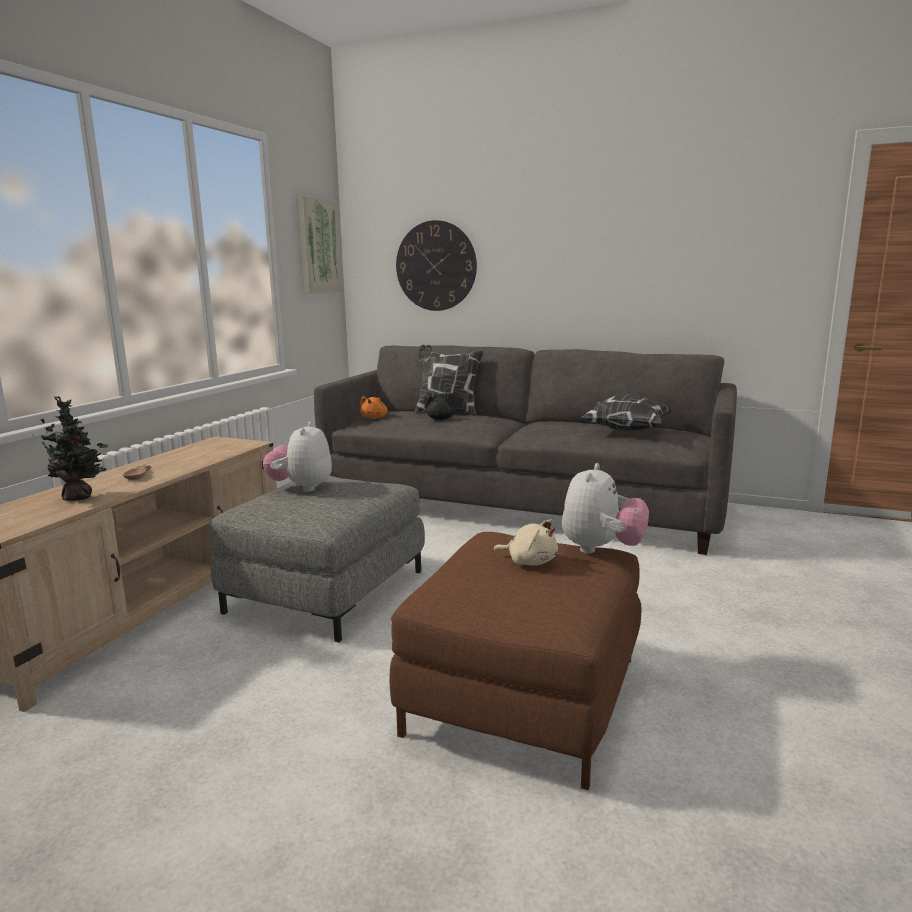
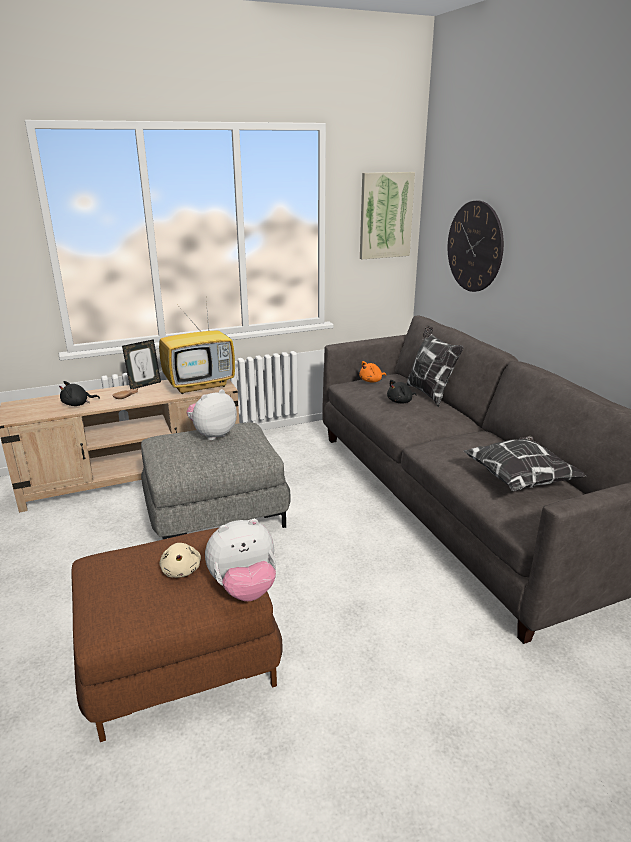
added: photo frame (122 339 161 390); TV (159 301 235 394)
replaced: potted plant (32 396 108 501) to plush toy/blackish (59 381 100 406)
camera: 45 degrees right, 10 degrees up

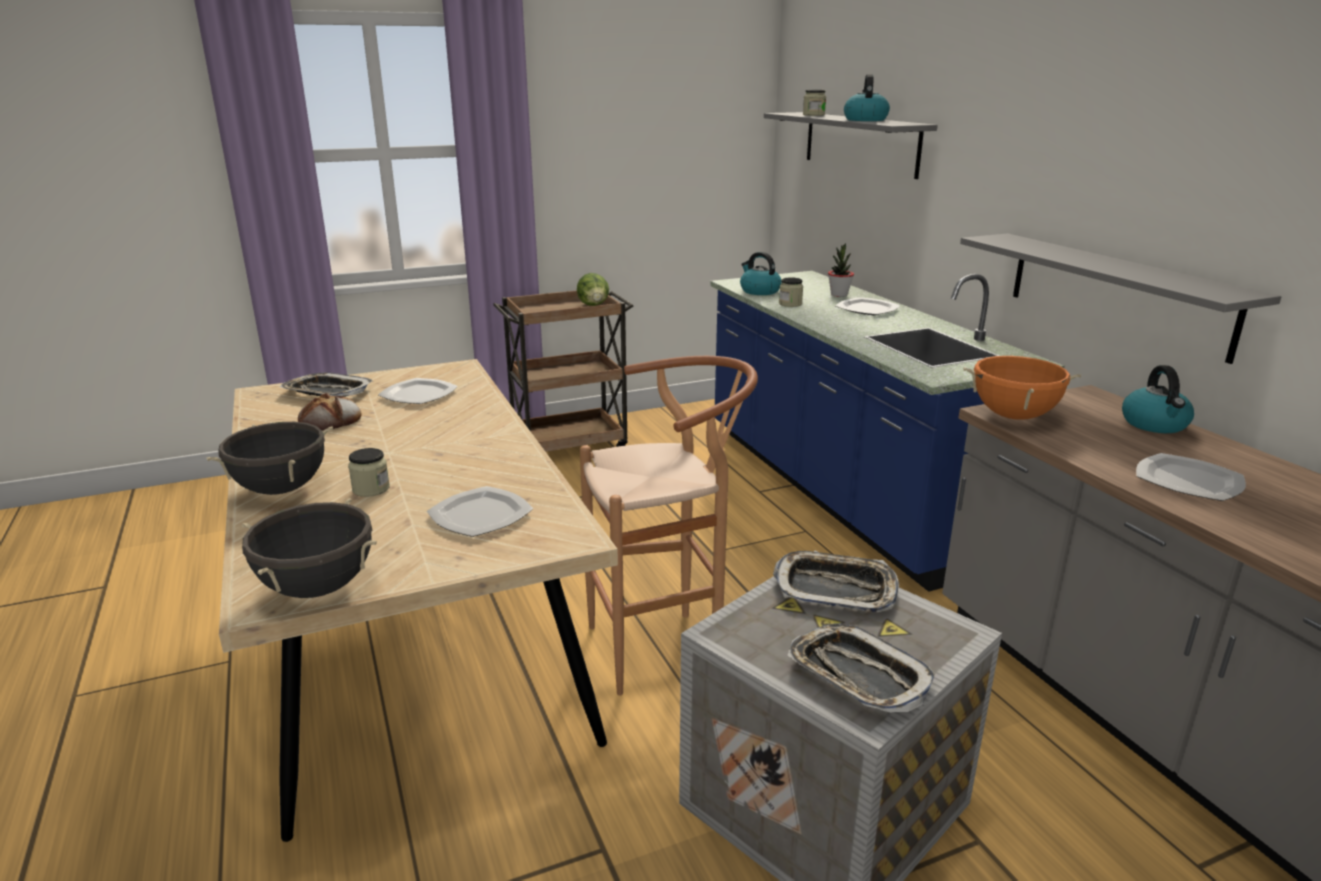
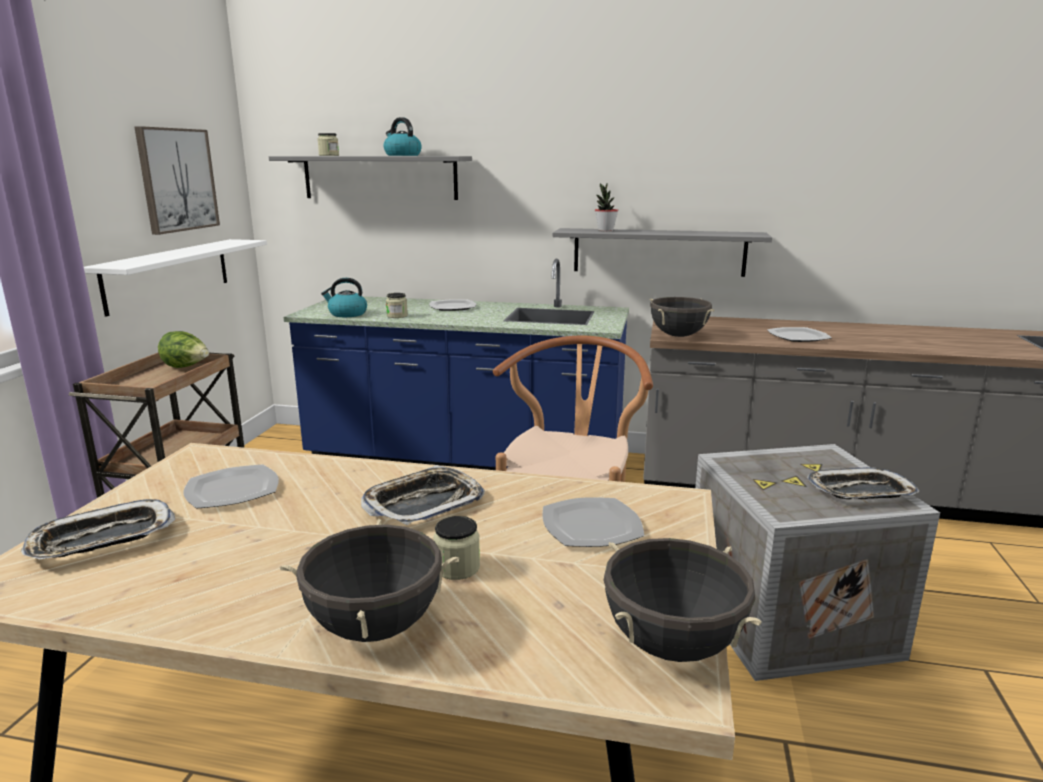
removed: baked bread (298 393 362 431); water kettle (1122 365 1194 433)
added: bracket shelf/white (84 239 267 317); wall picture (134 126 220 235)
moved: serving tray (773 551 899 612) to (361 465 485 525); potted plant (828 243 854 297) to (595 183 618 231)
recoloured: cooking pot/orange (963 354 1081 420) to cooking pot/blackish (650 297 714 337)
camera: 55 degrees left, 5 degrees down

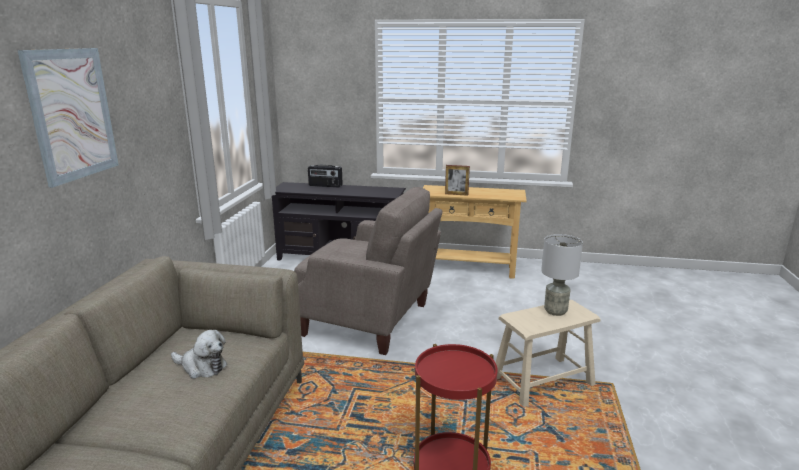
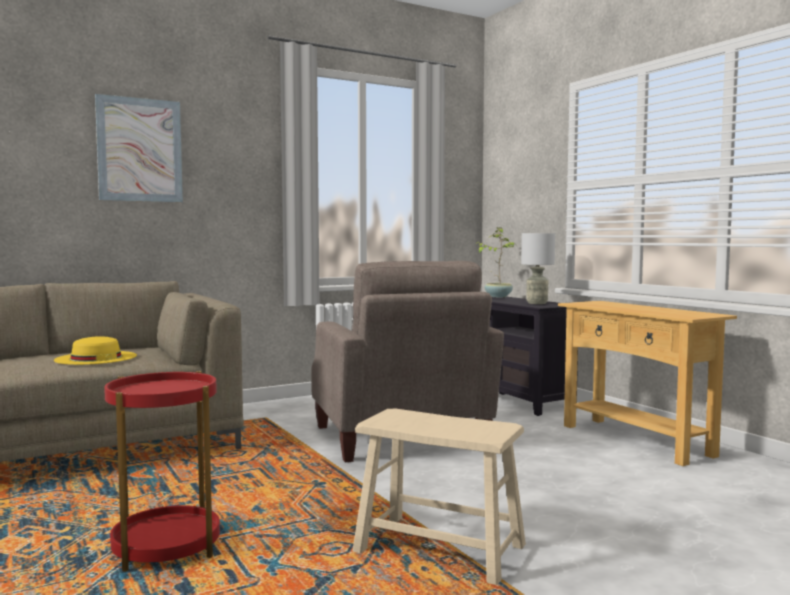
removed: photo frame (445 165 470 196)
moved: lamp for a table/greyish (541 234 583 316) to (521 233 555 304)
replaced: plush toy (171 330 227 379) to wearable hat/yellow (54 336 137 365); radio set (308 165 343 188) to potted plant (475 227 516 297)
camera: 50 degrees right, 15 degrees down

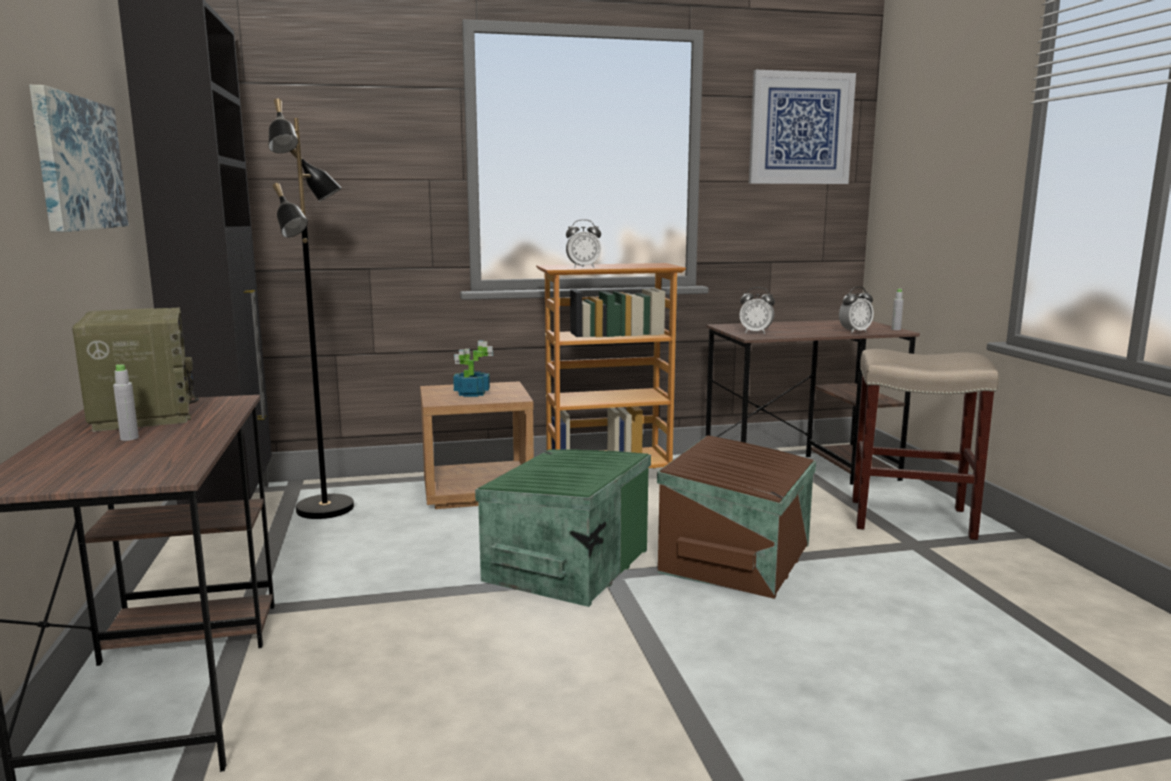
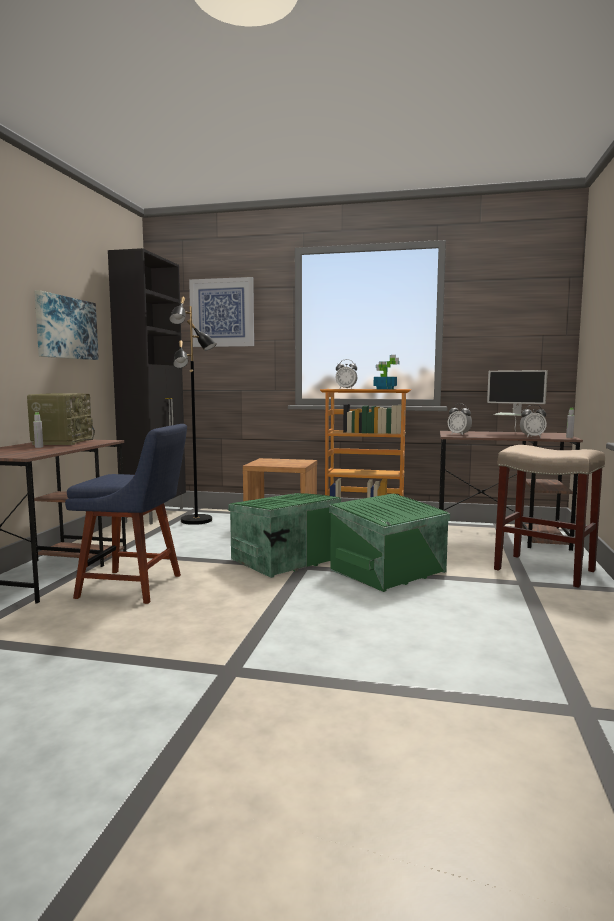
added: plain chair/blue (65 424 187 604); computer screen (487 370 548 431)
moved: potted plant (453 341 493 397) to (374 355 400 389); wall picture (749 70 856 184) to (189 277 254 347)
recoloured: storage bin/brown (657 435 816 599) to storage bin/green-coloured (329 493 450 592)
camera: 25 degrees right, 5 degrees down

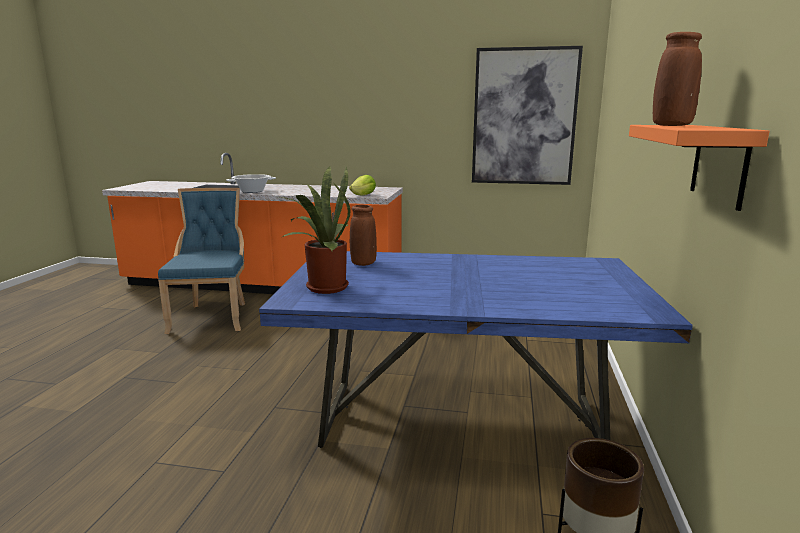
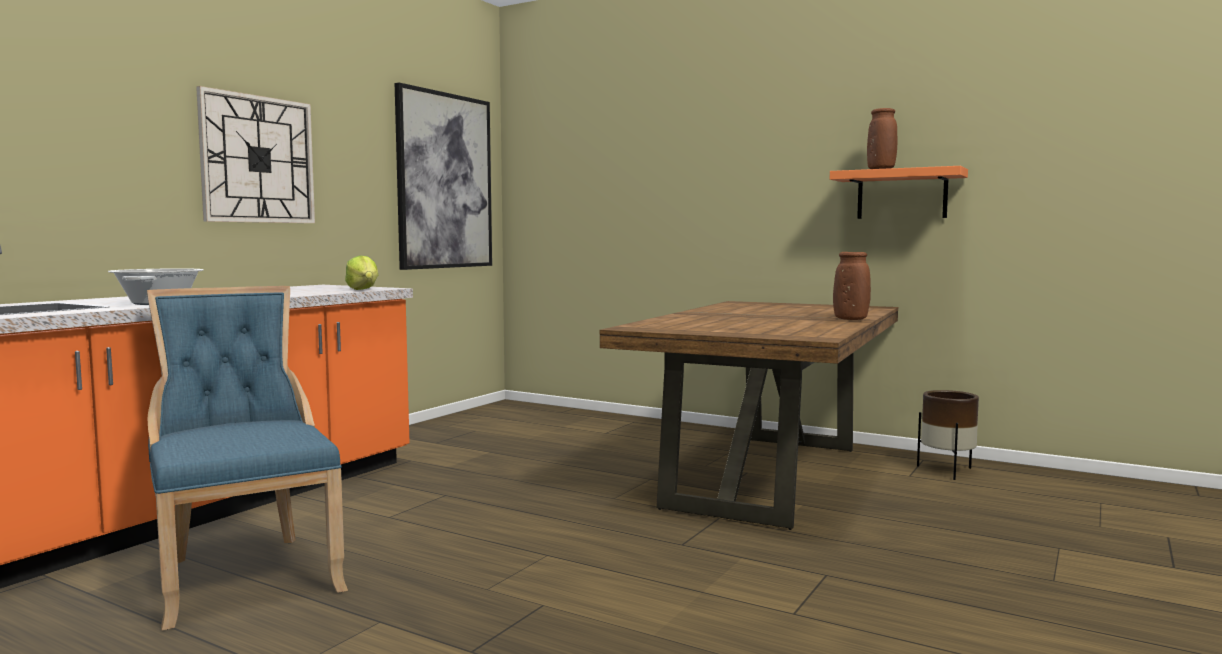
removed: potted plant (280 167 351 294)
added: wall clock (196 86 315 223)
moved: vase/brown (350 205 377 266) to (833 252 871 320)
recoloured: kitchen table/blue (259 251 693 448) to kitchen table/brown (599 301 898 530)
turned: plain chair/blue (158 188 245 334) = (147 286 348 630) 45 degrees clockwise
camera: 70 degrees left, 10 degrees down

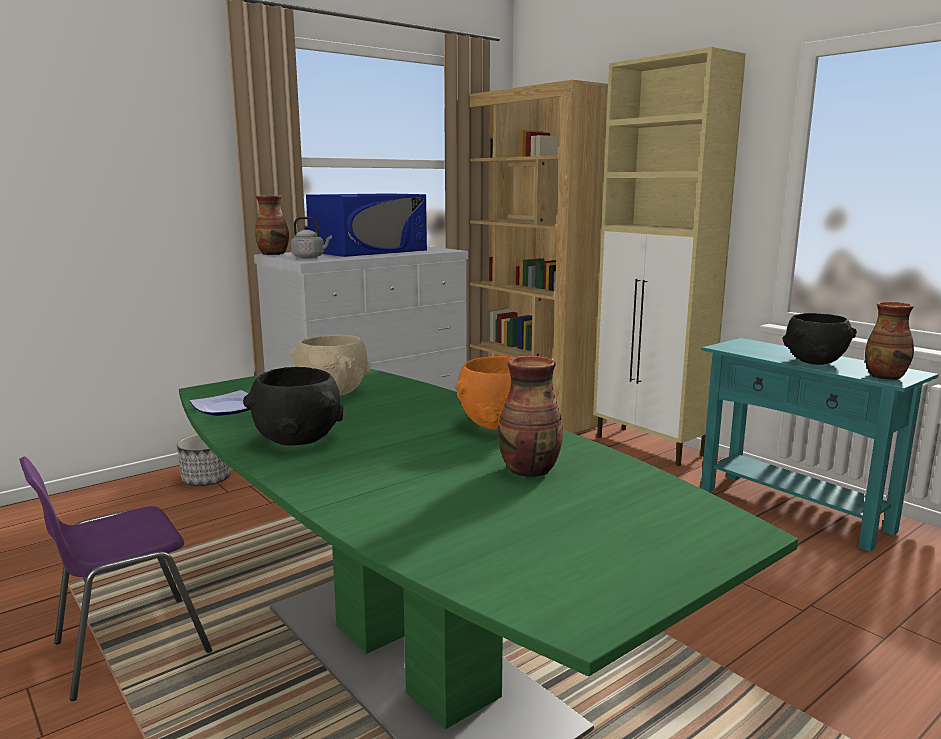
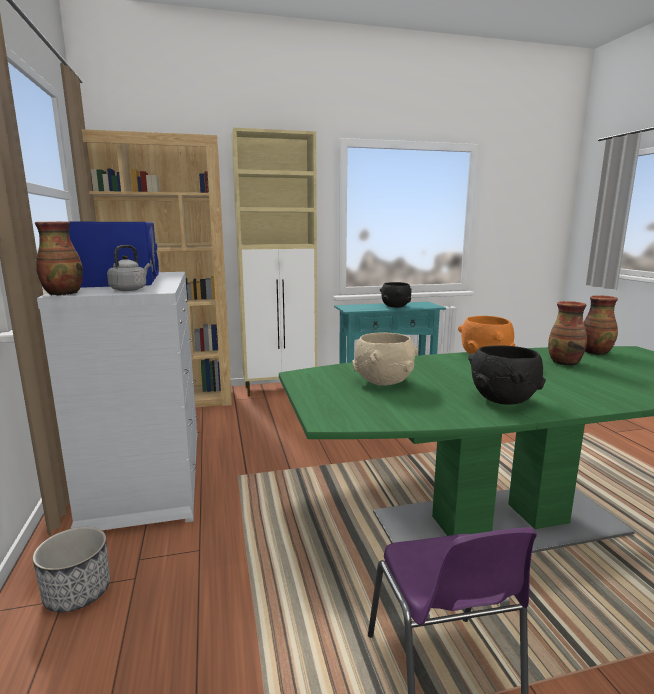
removed: flat dish (190 390 251 416)
moved: vase (865 302 914 380) to (584 295 618 355)
camera: 65 degrees left, 0 degrees up

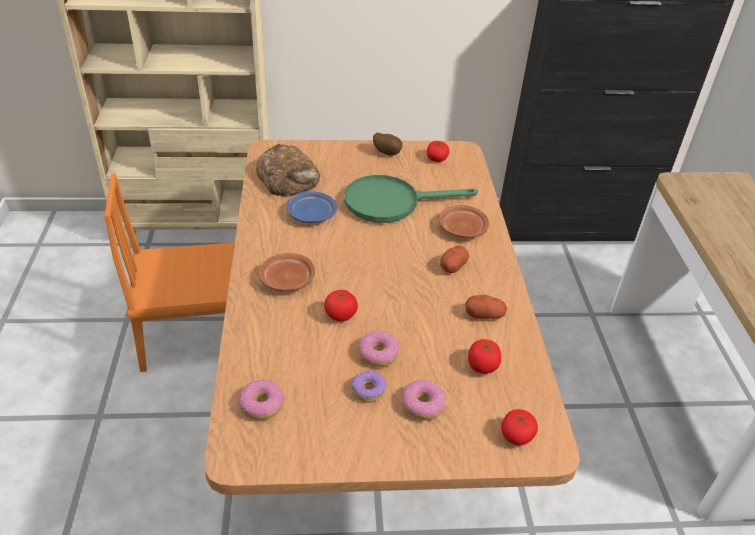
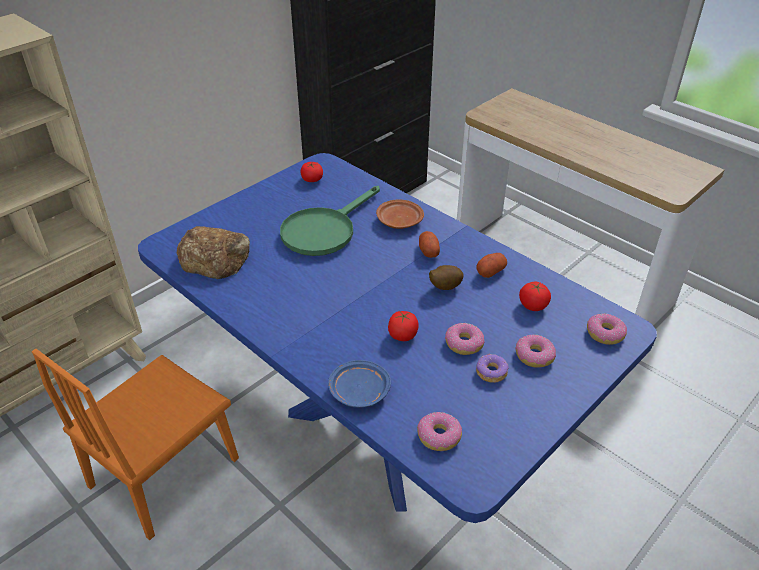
removed: flat dish/brown (259 253 315 291)
moved: flat dish/blue (287 191 337 223) to (328 360 391 408); whole potato (373 133 402 156) to (429 265 463 290)
replaced: tomato (501 409 538 445) to donut (587 313 627 345)
recoloured: kitchen table/brown (204 140 580 495) to kitchen table/blue (138 153 657 523)
camera: 40 degrees left, 0 degrees up

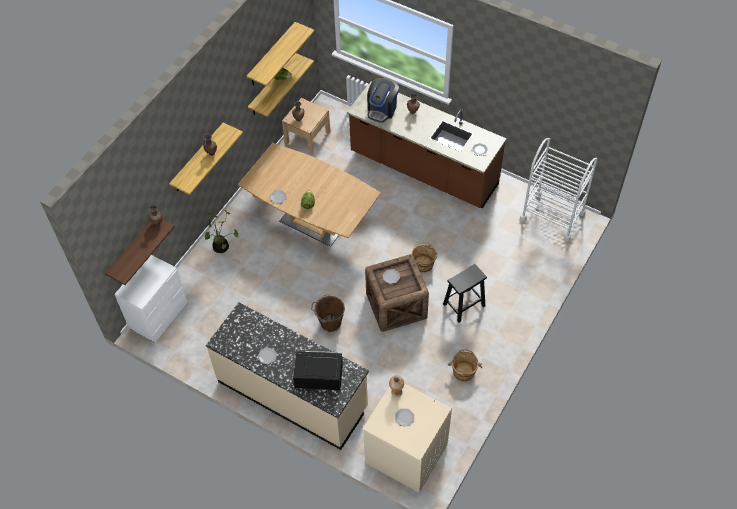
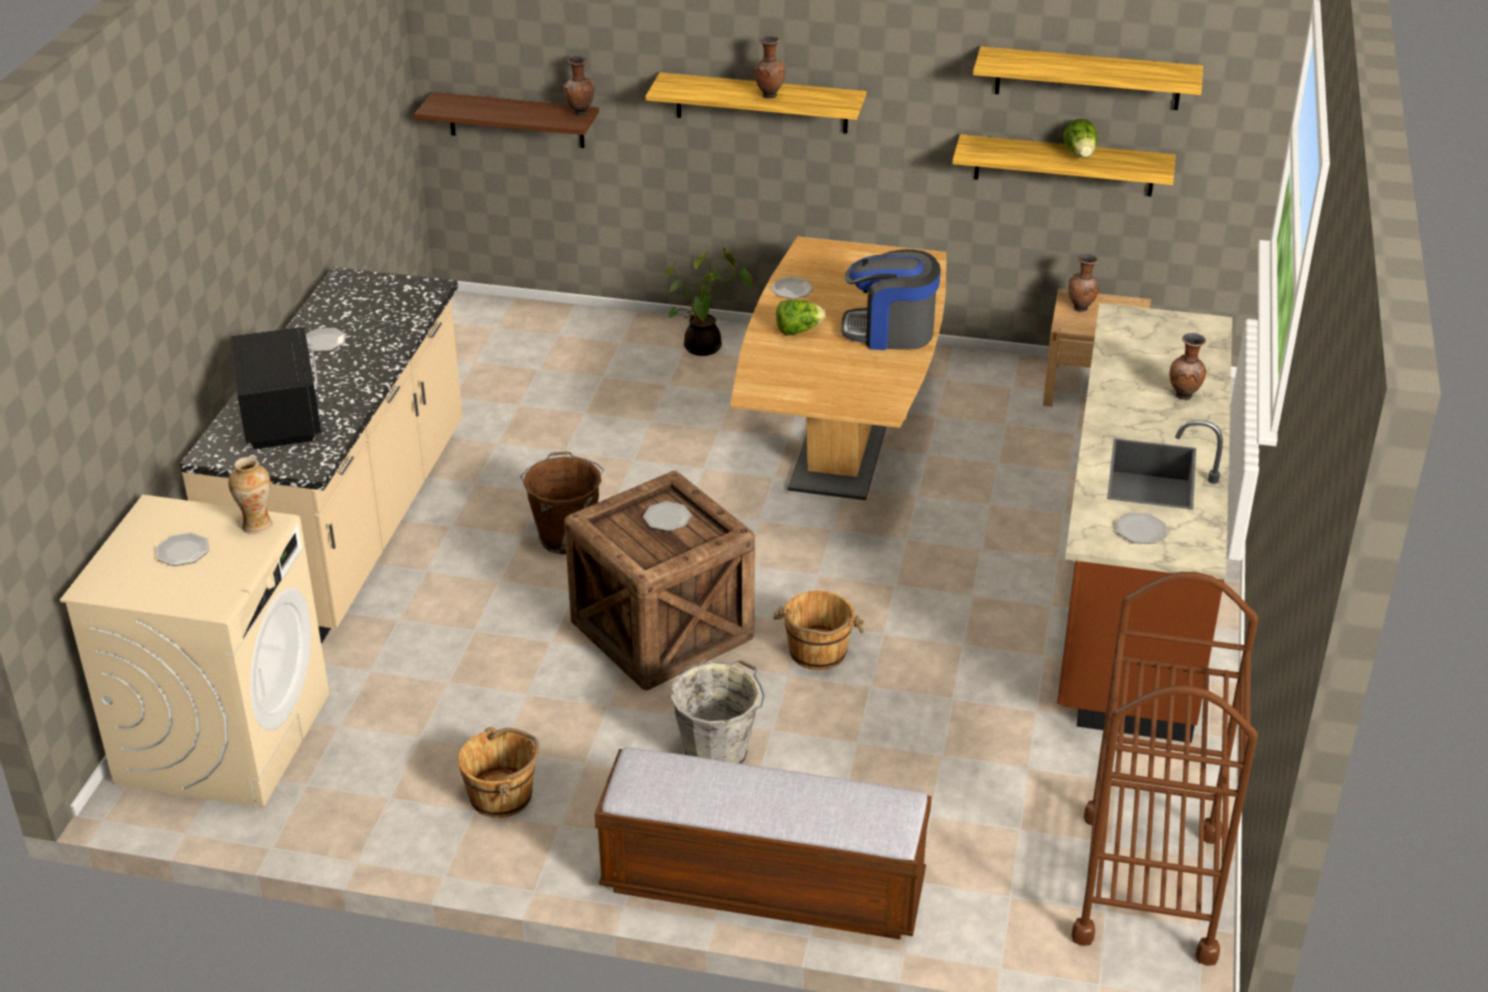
removed: dresser/white (114 255 187 342)
added: indoor bench (595 747 931 940)
moved: coffee machine (367 78 399 123) to (841 249 941 350)
replaced: stool/blackish (443 264 487 322) to water bucket/greyish (671 660 765 764)
recoloured: wheeled cart/white (520 138 598 241) to wheeled cart/brown (1071 572 1258 966)
camera: 70 degrees right, 20 degrees down

